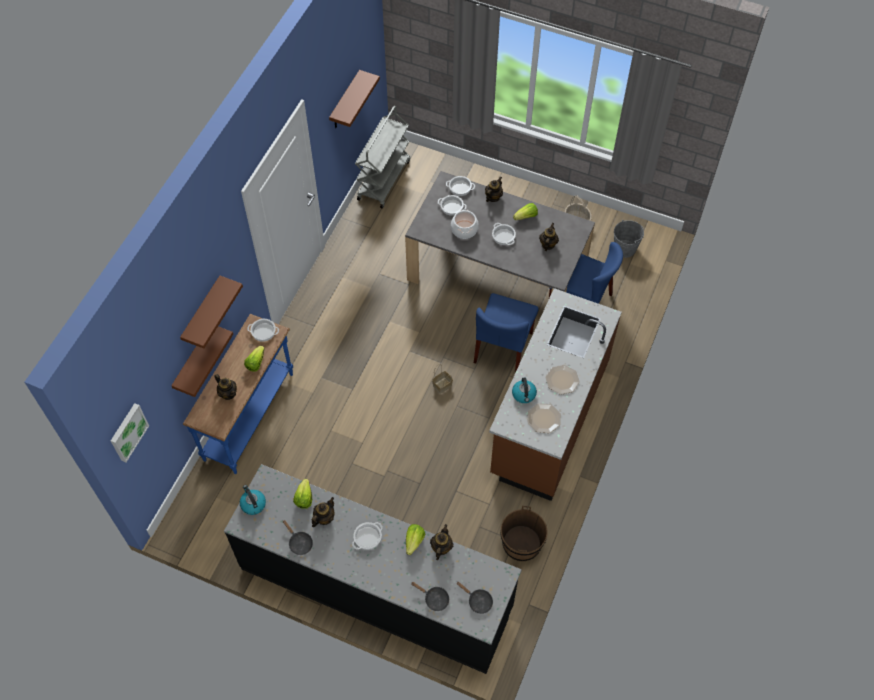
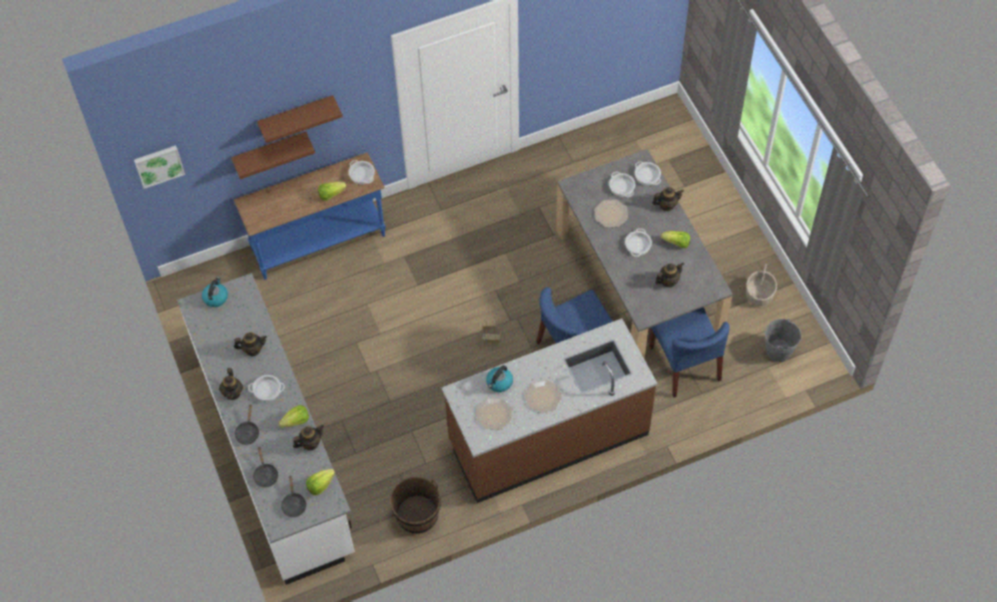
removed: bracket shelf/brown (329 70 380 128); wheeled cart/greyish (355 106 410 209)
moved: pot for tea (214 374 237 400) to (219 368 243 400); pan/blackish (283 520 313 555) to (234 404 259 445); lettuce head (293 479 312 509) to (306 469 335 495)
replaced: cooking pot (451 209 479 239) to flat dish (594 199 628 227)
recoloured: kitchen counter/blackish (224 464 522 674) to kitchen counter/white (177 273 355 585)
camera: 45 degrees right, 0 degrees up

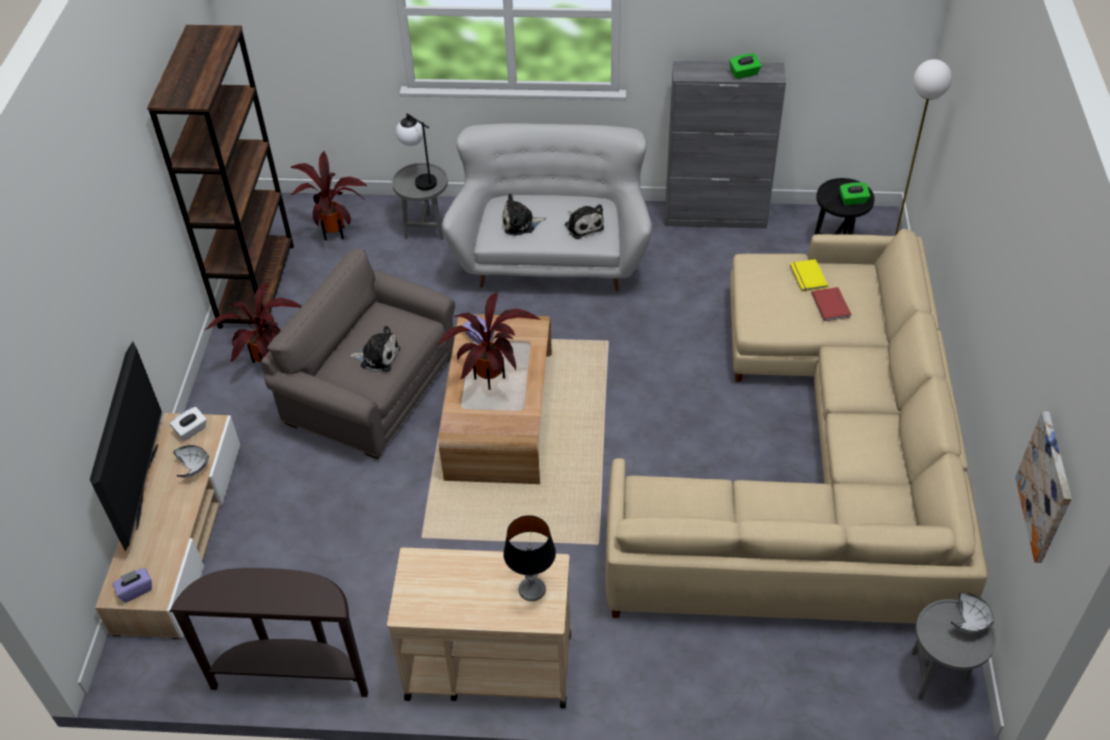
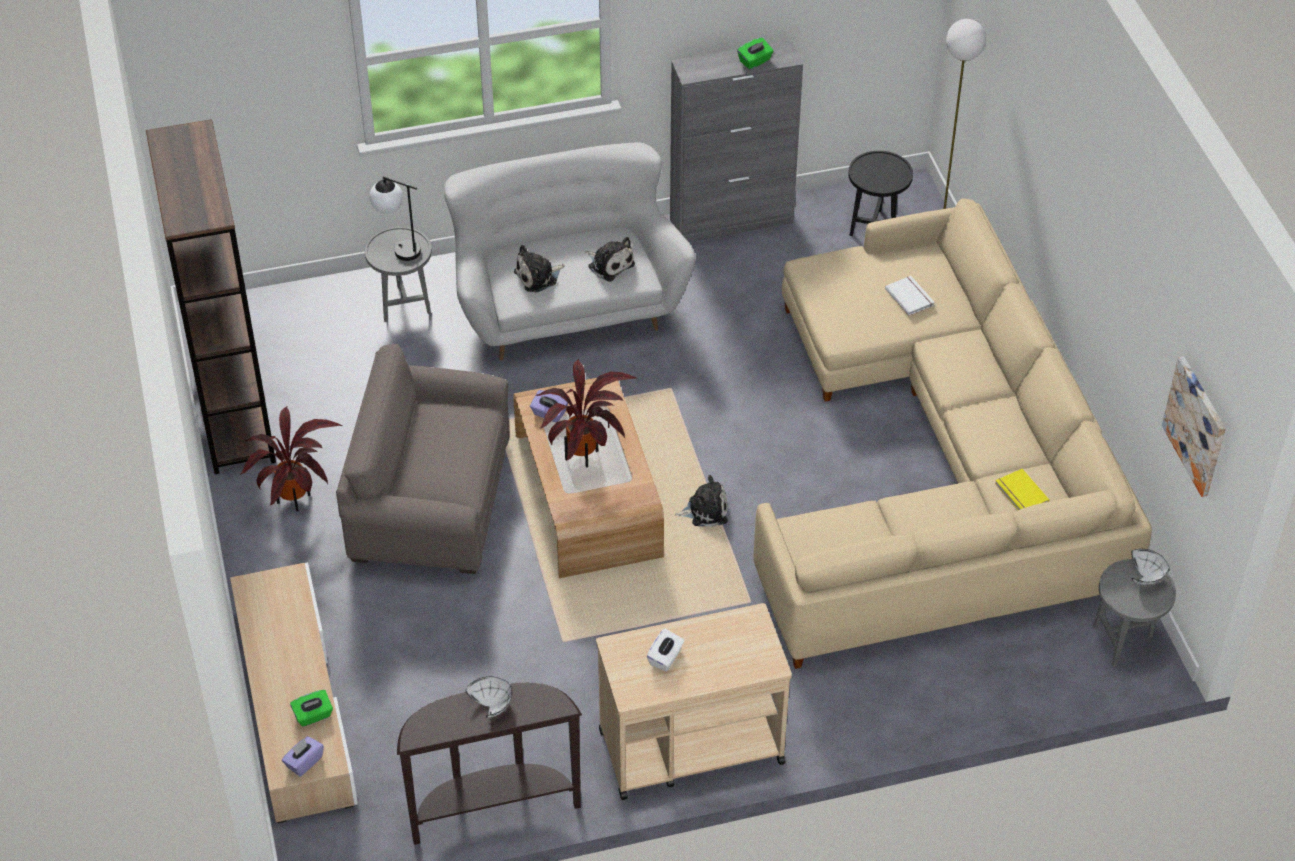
removed: TV (90 341 162 551); potted plant (291 151 368 241); lamp for a table (503 515 556 601)
moved: tissue box/white (170 407 207 440) to (647 628 684 671); deep dish/white (173 445 209 478) to (466 676 512 718); plush toy (349 326 400 372) to (675 475 728 527); bound book/yellow (790 259 828 292) to (995 469 1049 510); tissue box/green-coloured (840 182 870 205) to (290 690 333 727)
recoloured: bound book/reddish (811 287 851 321) to bound book/white (885 276 935 315)
camera: 20 degrees left, 0 degrees up

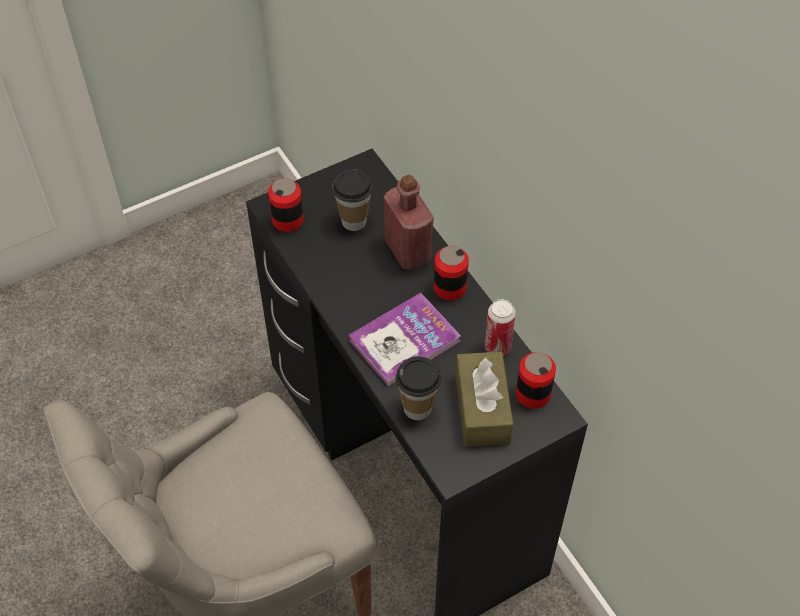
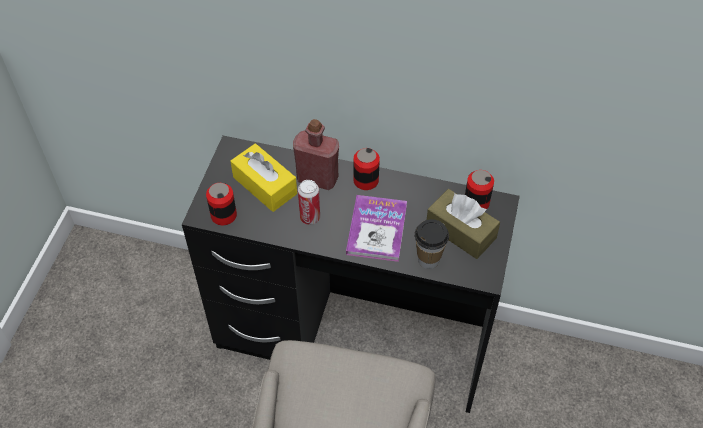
moved: can (484 299 516 356) to (298 180 320 225)
replaced: drinking cup (332 169 372 231) to tissue box/yellow (231 144 297 212)
camera: 45 degrees left, 0 degrees up

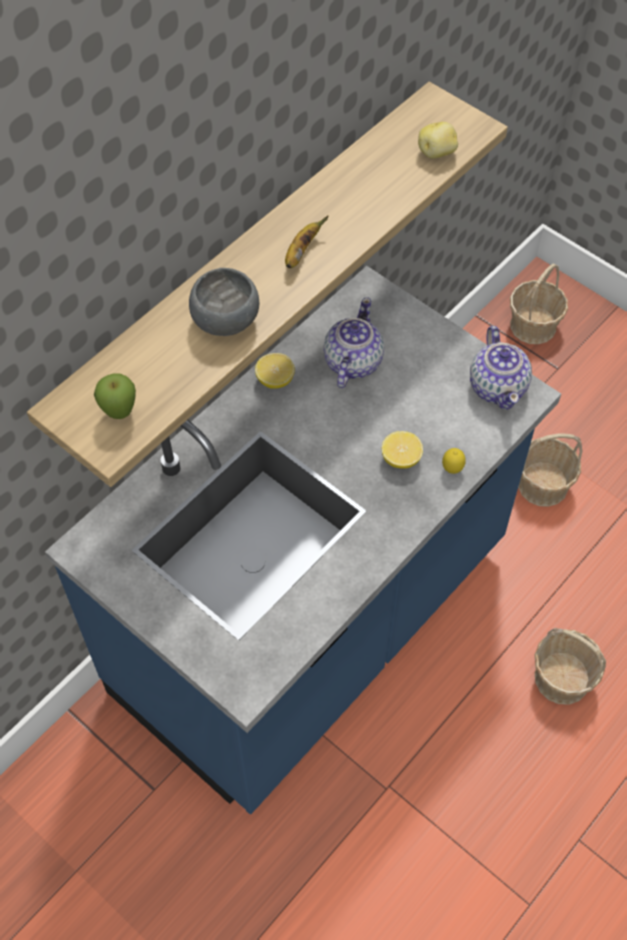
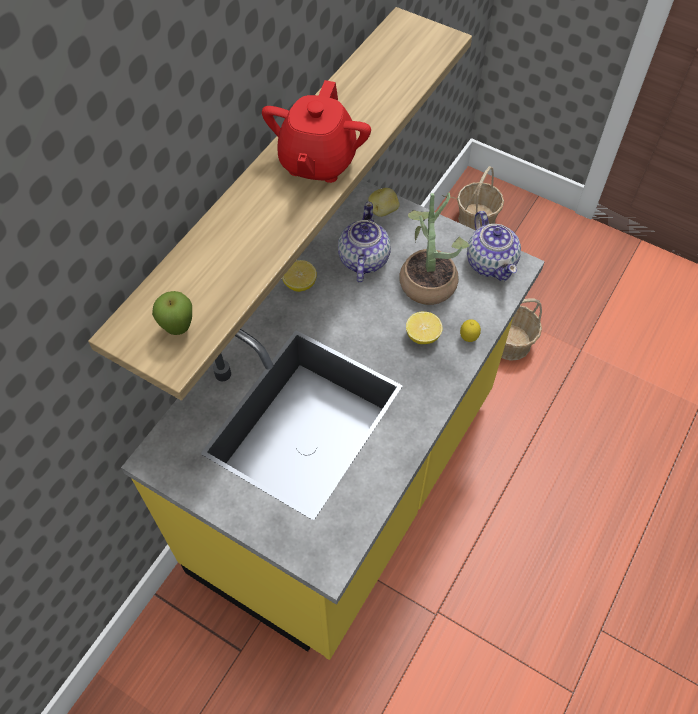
removed: deep dish/greyish (189 268 259 336); basket (535 628 606 705)
added: potted plant (399 192 470 305)
moved: whole potato (418 122 458 159) to (368 188 400 217)
replaced: whole banana (285 216 328 268) to pot for tea/reddish (262 80 371 183)
recoloured: kitchen counter/blue (45 266 561 814) to kitchen counter/yellow (121 180 545 660)
camera: 10 degrees left, 0 degrees up

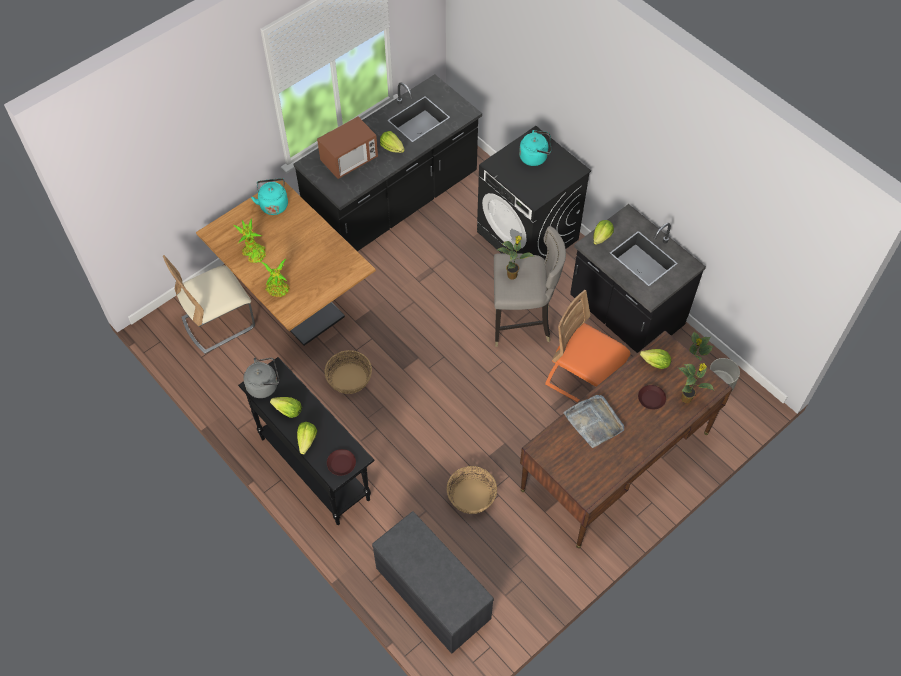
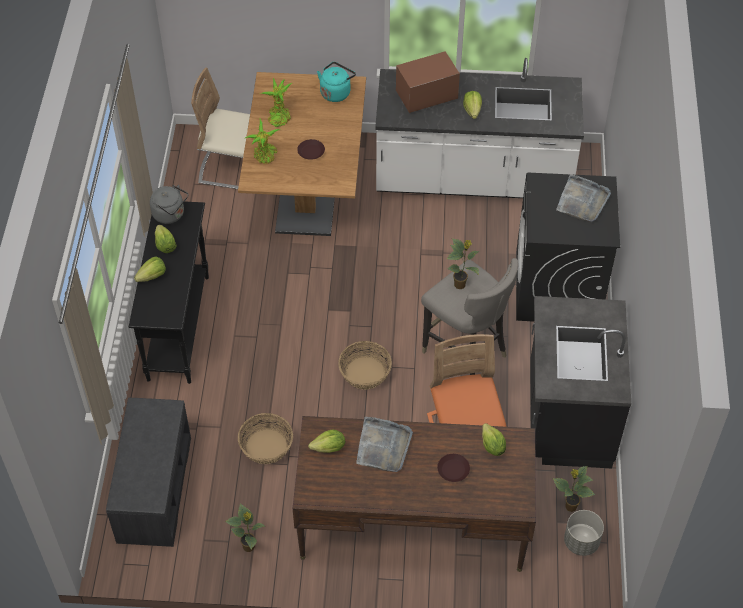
moved: basket (325 350 372 394) to (338 341 392 390); flat dish/brown (327 449 356 476) to (297 139 325 160); lettuce head (593 220 614 245) to (308 430 345 453); potted plant (678 363 715 403) to (225 503 265 552)
replaced: water kettle/turquoise-coloured (519 130 551 166) to serving tray/greyish (556 174 611 222)
recoloured: kitchen counter/blackish (294 74 482 251) to kitchen counter/white (375 58 584 198)
turned: microwave oven (317 116 378 179) = (396 51 460 113) 150 degrees clockwise
camera: 45 degrees right, 5 degrees down

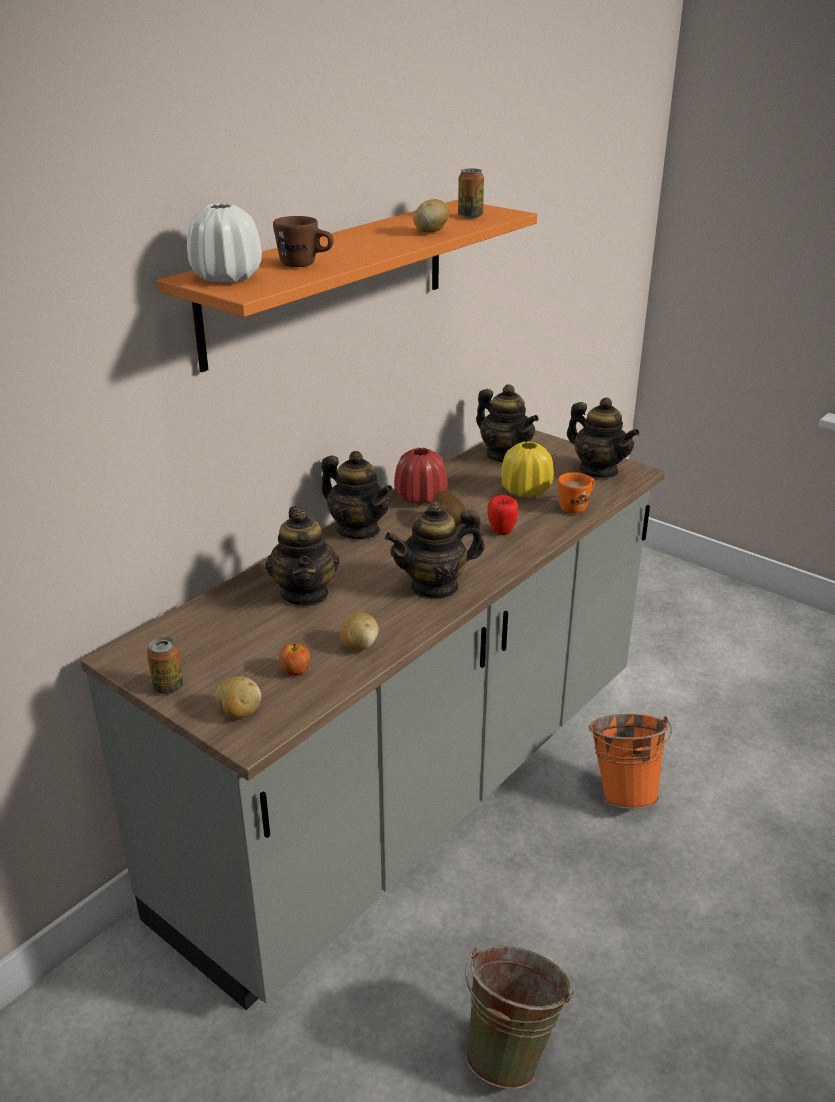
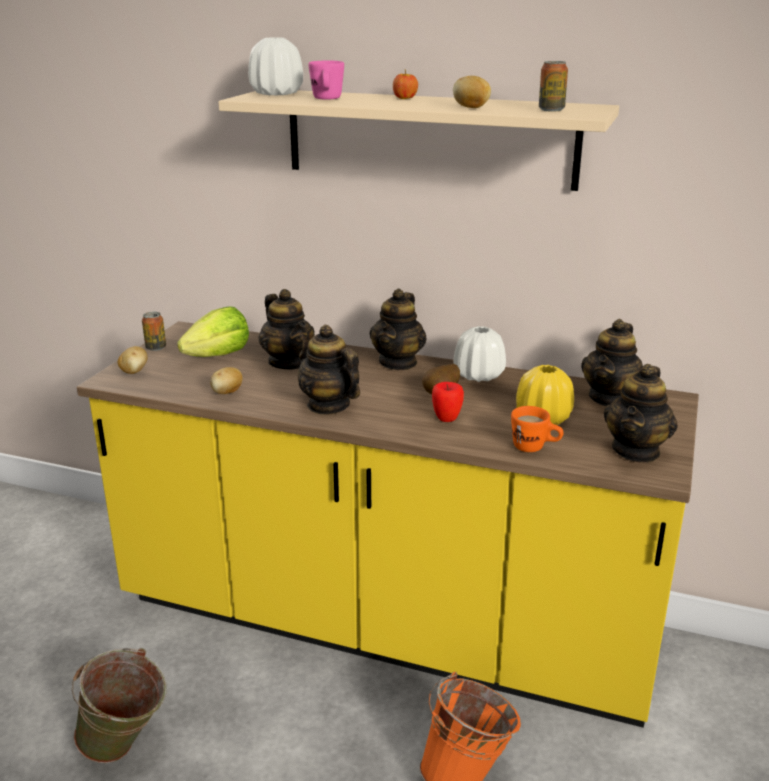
added: lettuce head (177 306 249 357)
moved: apple fruit (279 643 310 676) to (393 69 418 99)
recoloured: kitchen counter/greyish (80 430 665 1010) to kitchen counter/yellow (77 321 699 728); bracket shelf/orange (157 200 537 372) to bracket shelf/sand-coloured (218 90 619 191); tea mug/brown (273 216 334 267) to tea mug/pink-coloured (308 61 344 100); vase/reddish (394 448 448 505) to vase/white (454 326 506 382)
turned: pot for tea (265 506 339 606) = (259 289 315 369) 90 degrees counterclockwise
camera: 70 degrees right, 5 degrees down

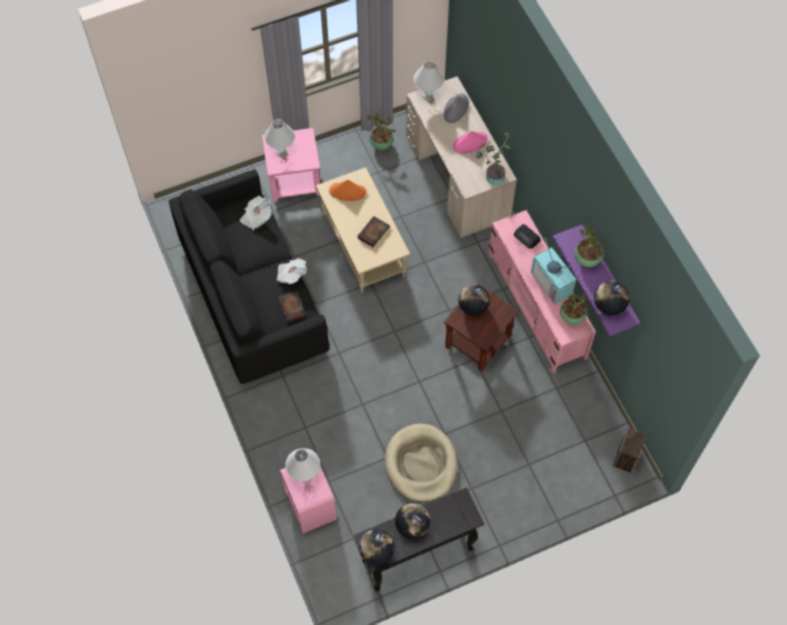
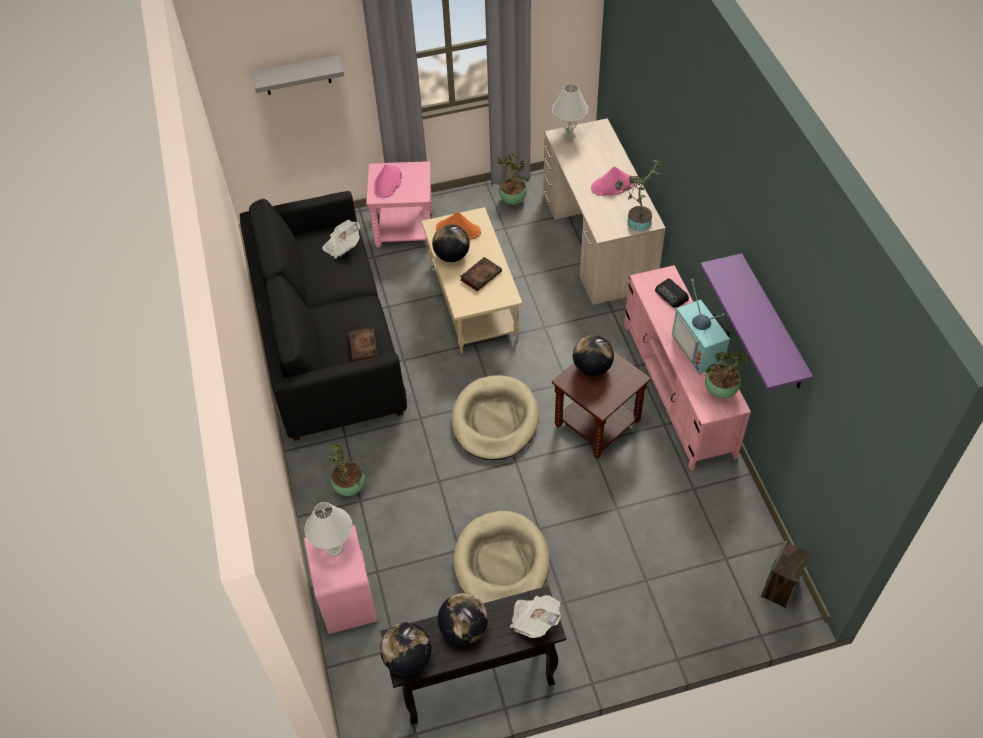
removed: wearable hat/greyish (443 94 469 123)
added: bracket shelf/greyish (251 55 344 95); dog cushion/sand-coloured (451 375 539 461)
moved: newspaper (276 258 307 284) to (510 595 561 638); potted plant (575 225 604 267) to (329 444 365 496); world globe (594 281 630 316) to (432 224 470 262)
replaced: lamp for a table/white (265 119 295 157) to wearable hat/pink-coloured (374 164 402 198)
camera: 10 degrees right, 10 degrees down

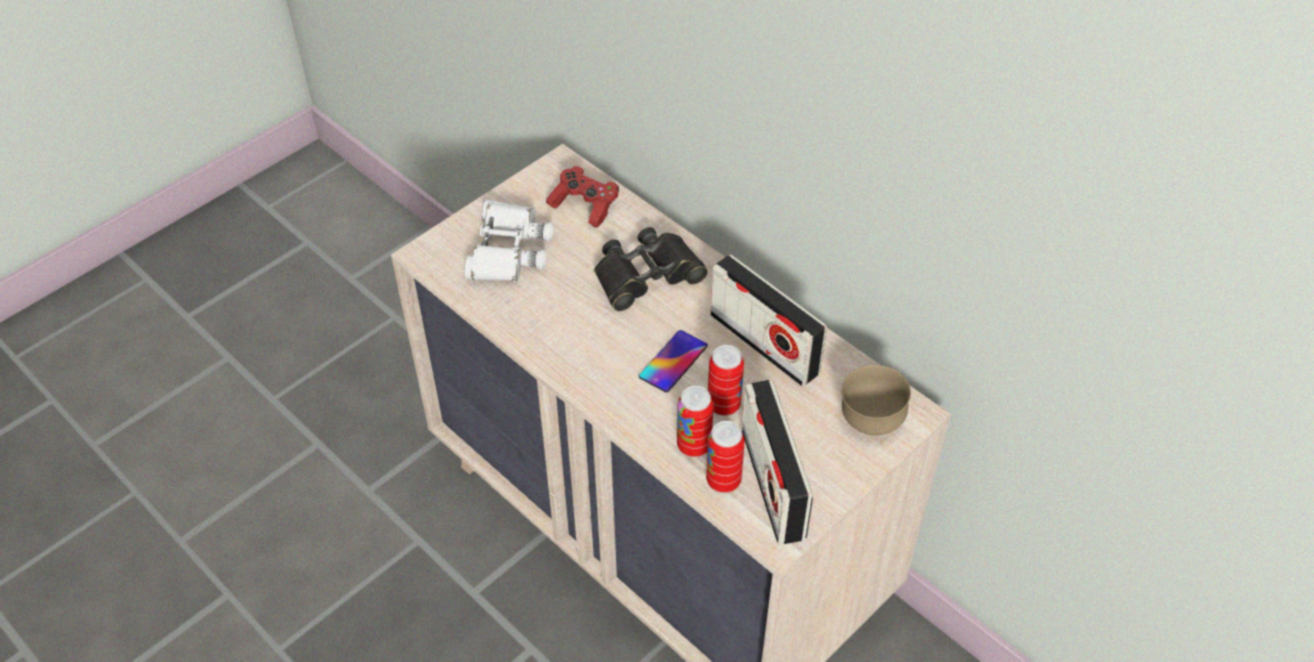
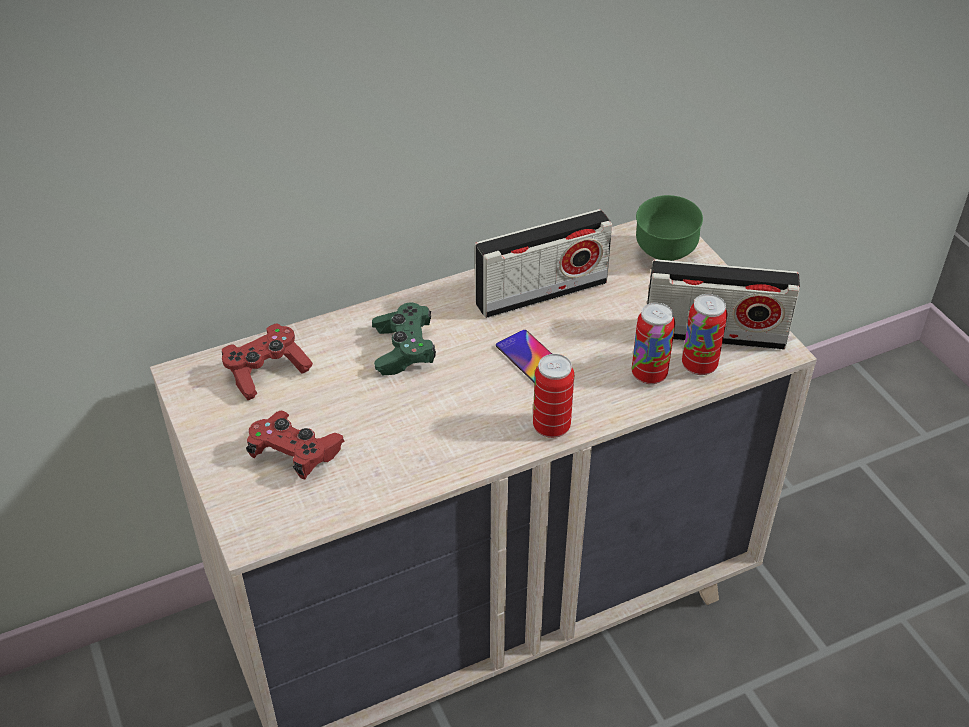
moved: can (708 345 744 416) to (533 354 574 438)
replaced: field glasses/white (464 200 553 281) to joypad/reddish (246 411 344 479); field glasses/blackish (594 227 708 311) to joypad/green-coloured (372 302 436 376)
recoloured: deep dish/brown (841 365 911 435) to deep dish/green-coloured (636 195 703 261)
camera: 70 degrees left, 5 degrees down

